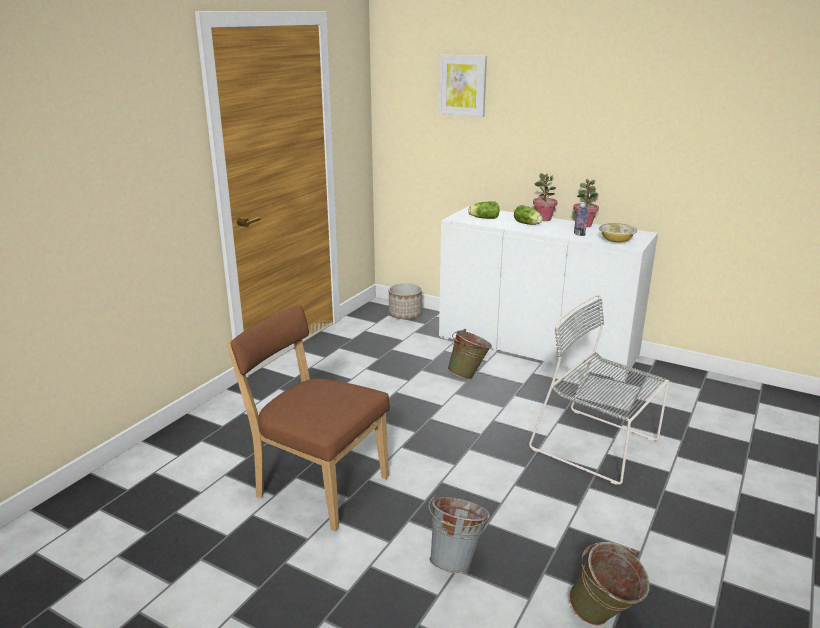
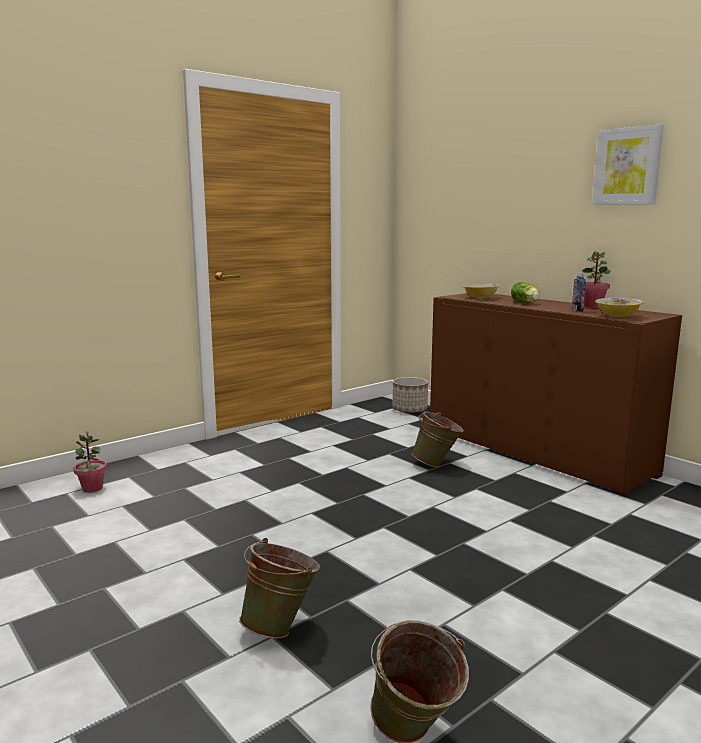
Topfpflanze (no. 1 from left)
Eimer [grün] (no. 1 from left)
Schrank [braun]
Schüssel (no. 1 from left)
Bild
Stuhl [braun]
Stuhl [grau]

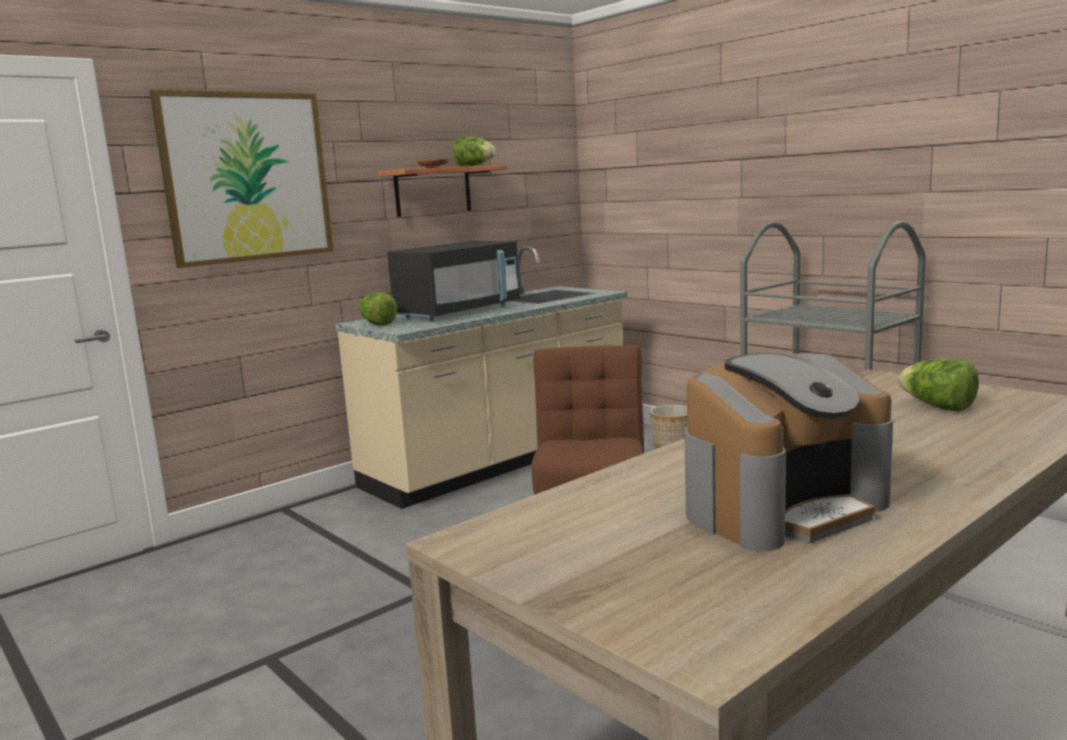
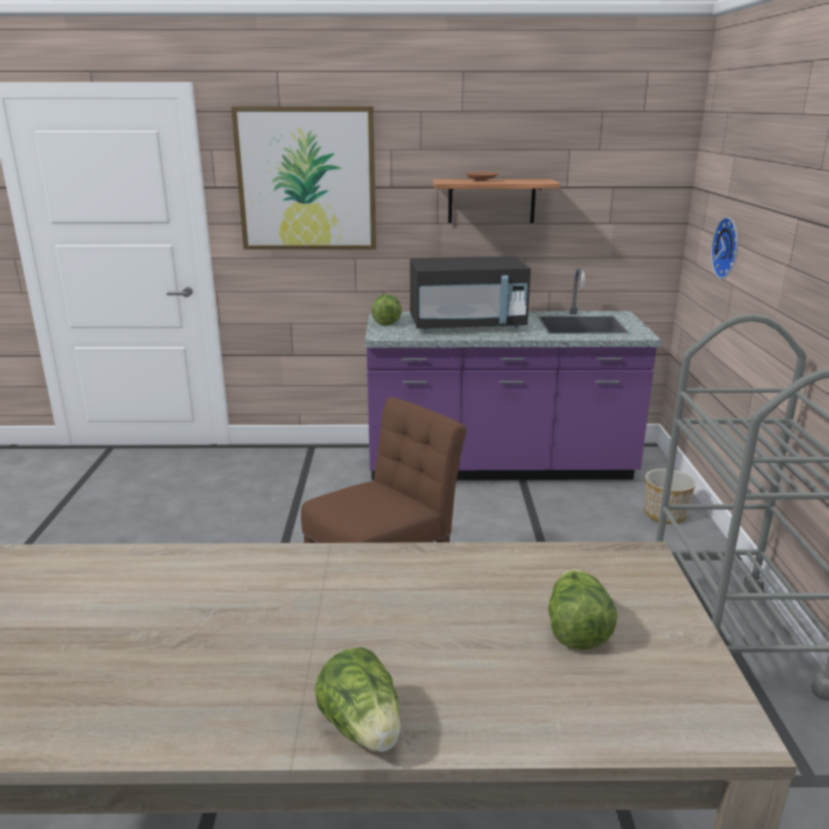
Salatkopf (no. 1 from left)
Küchenzeile [lila]
Wanduhr
Kaffeemaschine

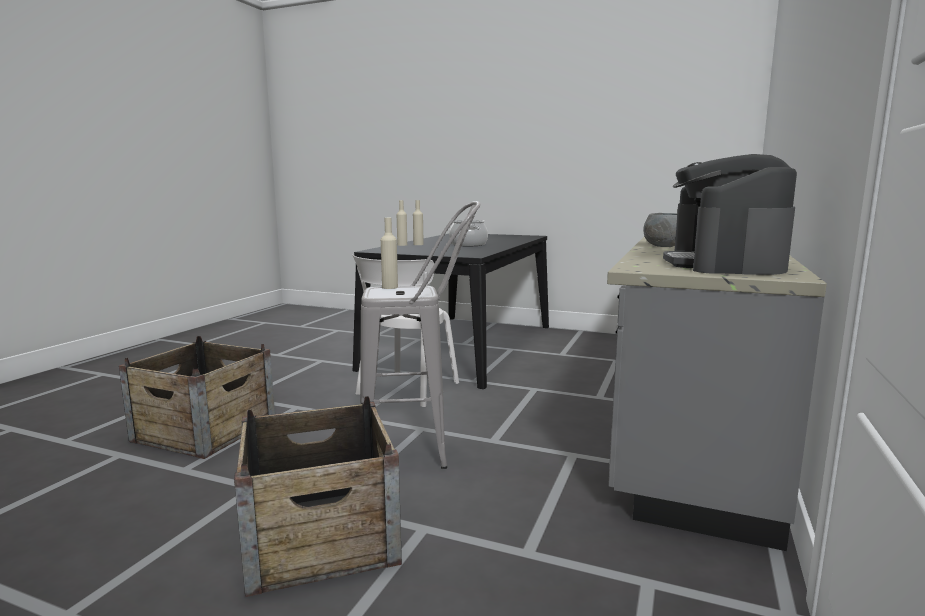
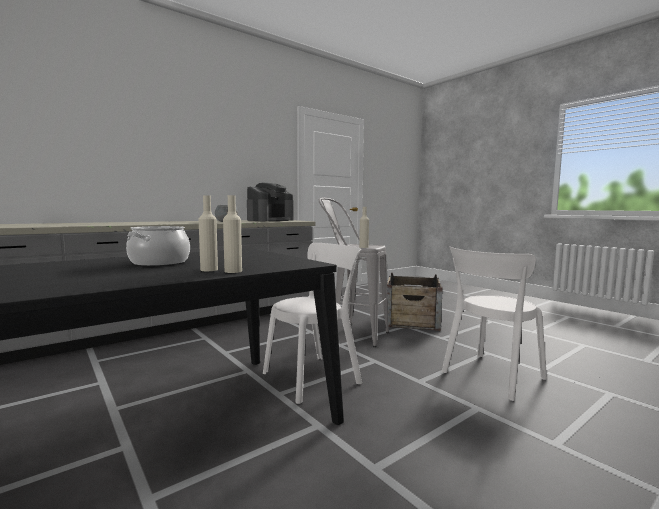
Stuhl [weiß] (no. 2 from left)

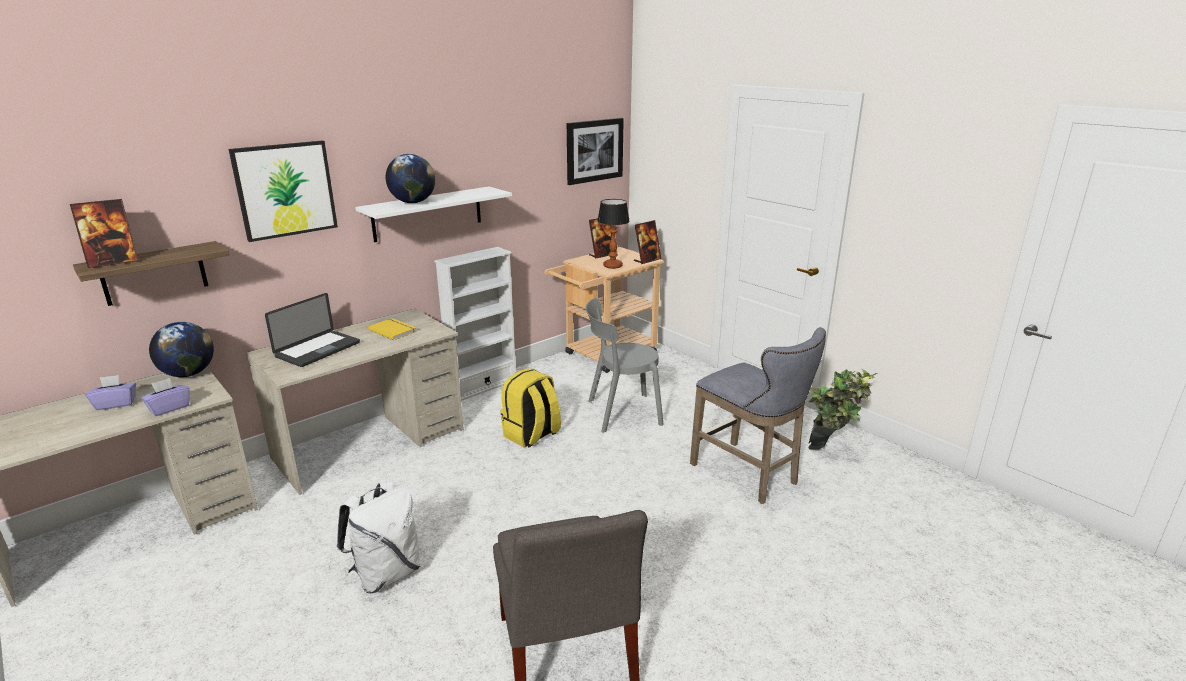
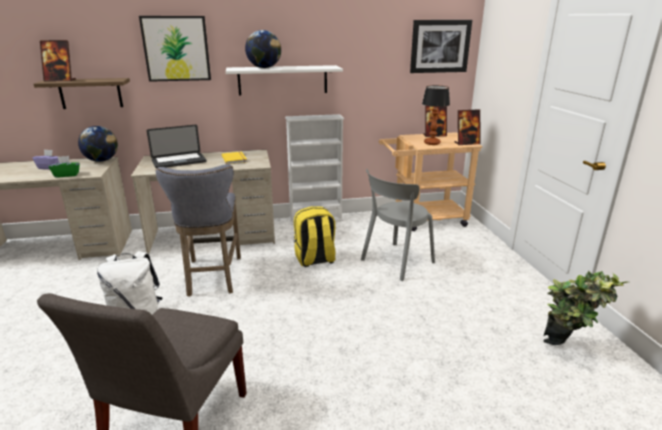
Taschentuchbox [grün]
Hocker [grau]
Stuhl [grau] (no. 2 from left)

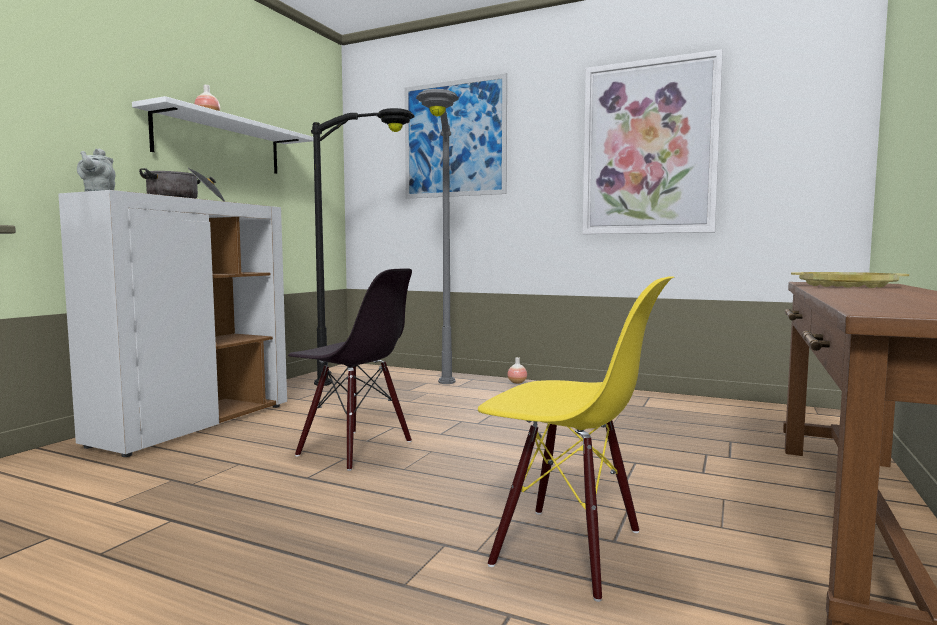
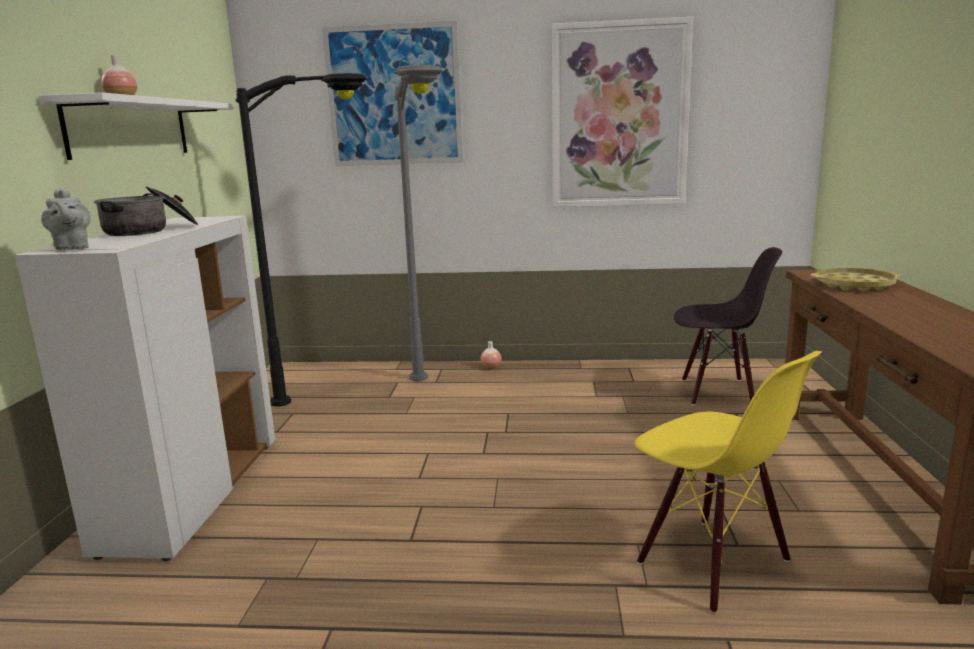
Stuhl [gelb]
Stuhl [schwarz]

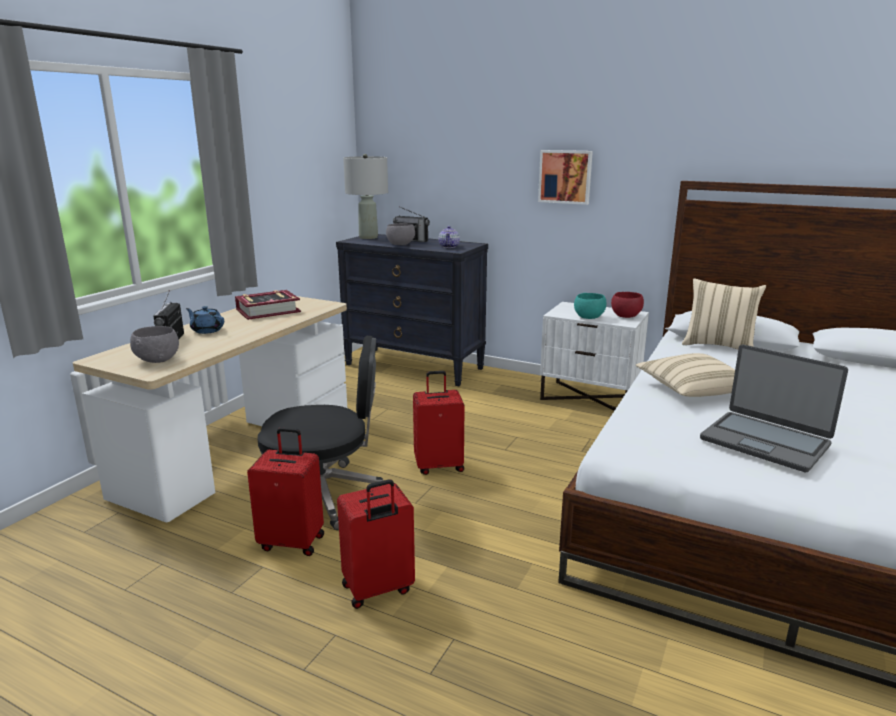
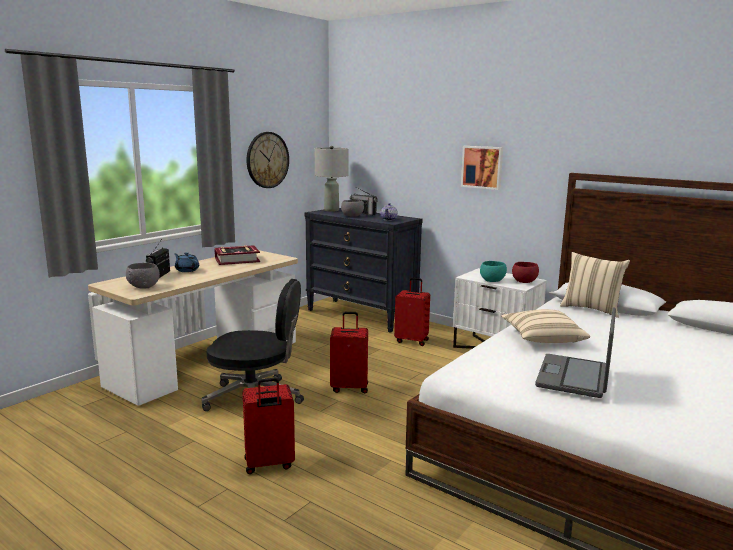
Wanduhr
Koffer [rot] (no. 3 from left)
Laptop

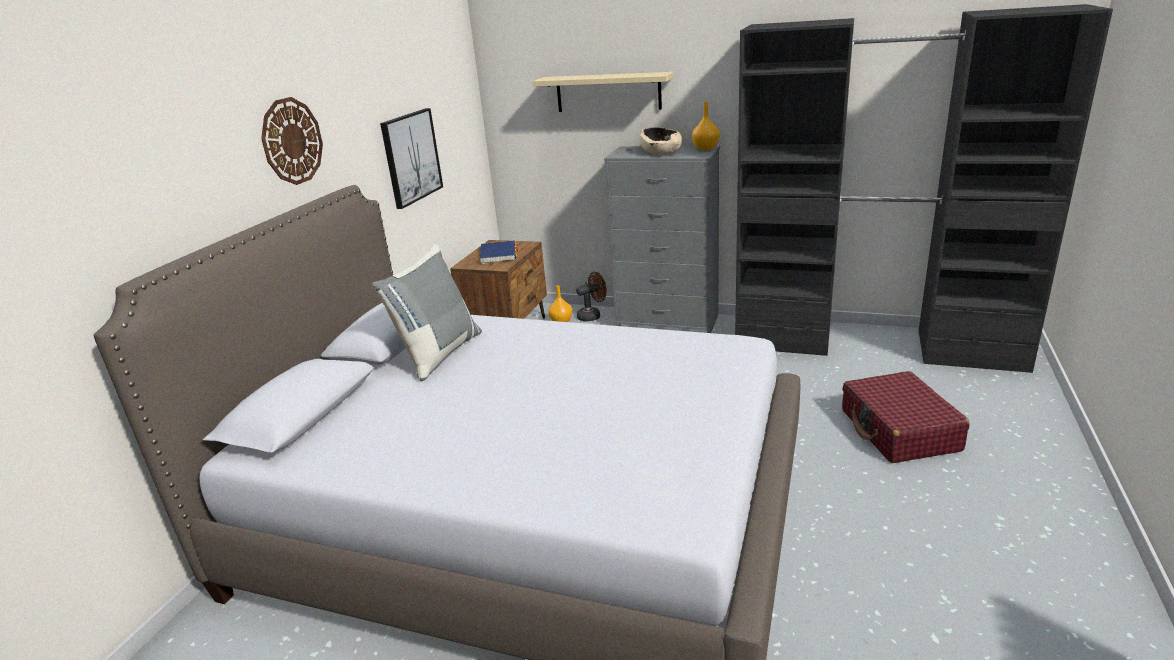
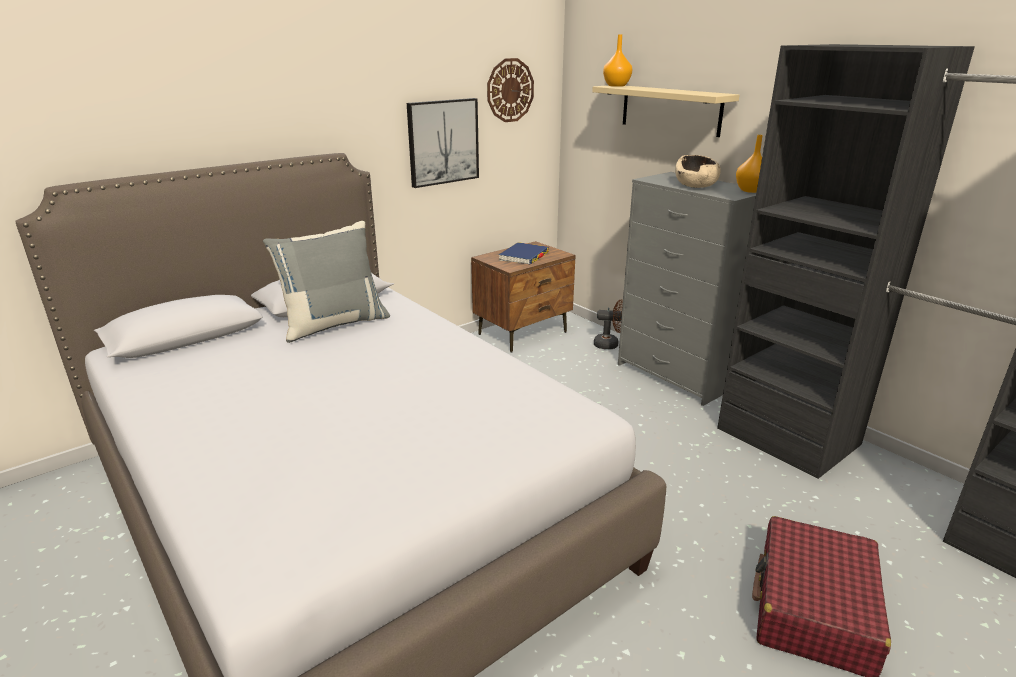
Wanduhr
Vase [orange] (no. 1 from left)

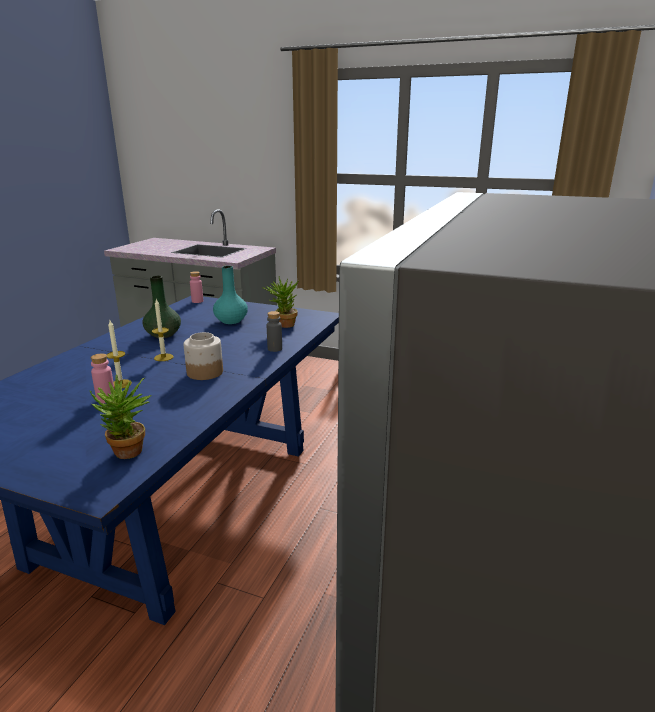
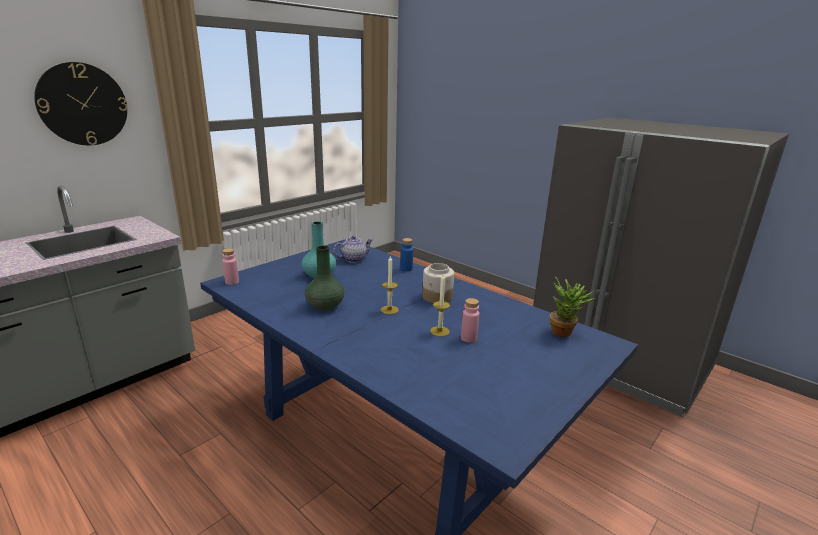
Wanduhr
Teekanne
Flasche [blau]

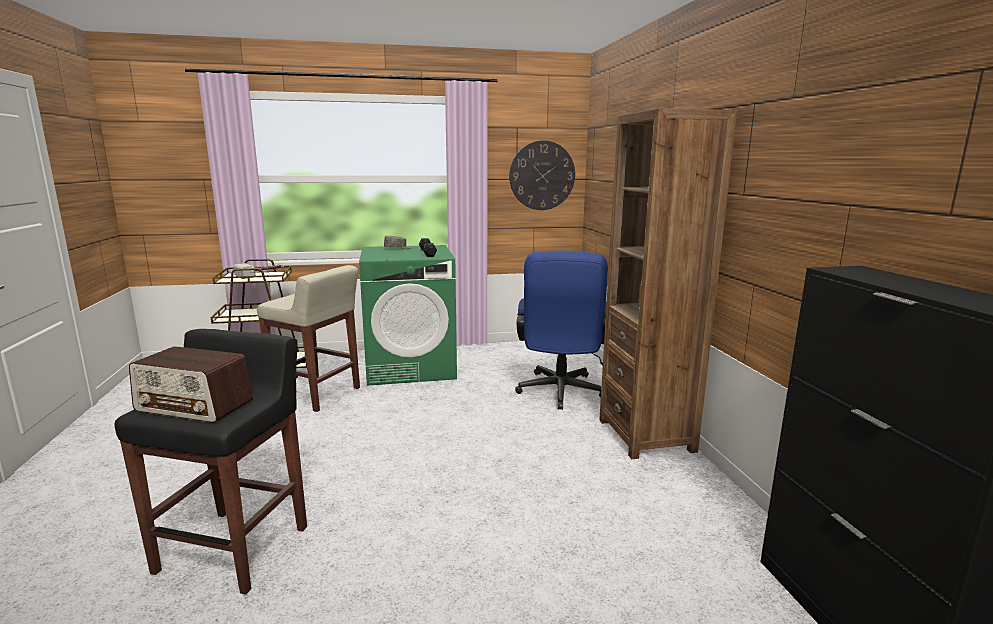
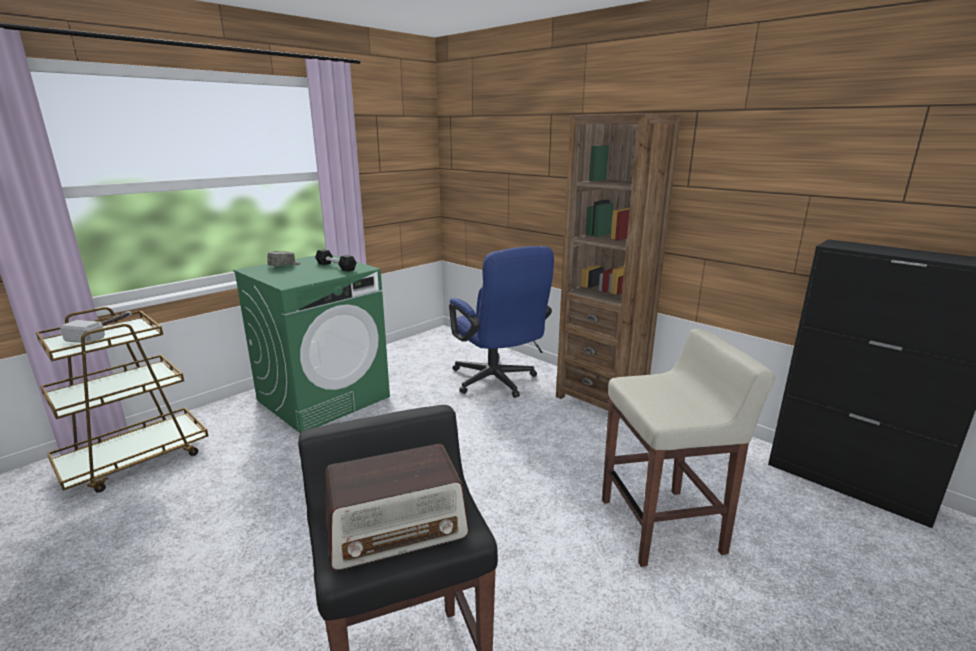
Hocker [beige]
Wanduhr

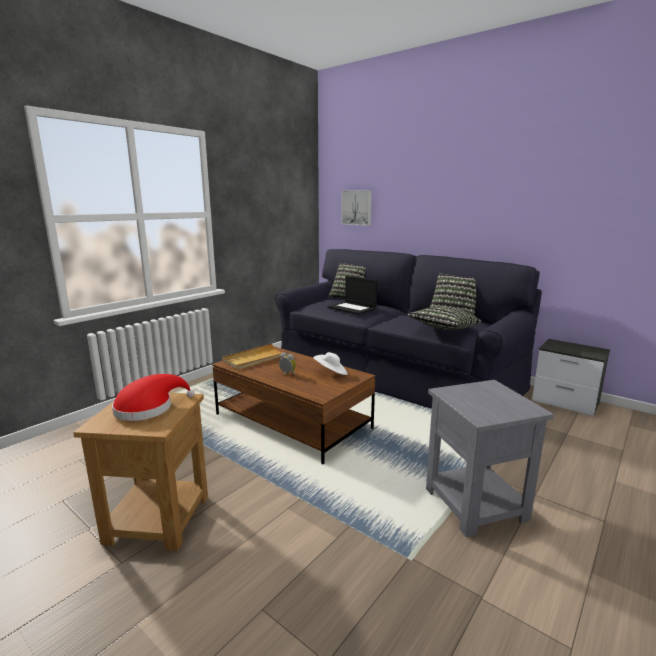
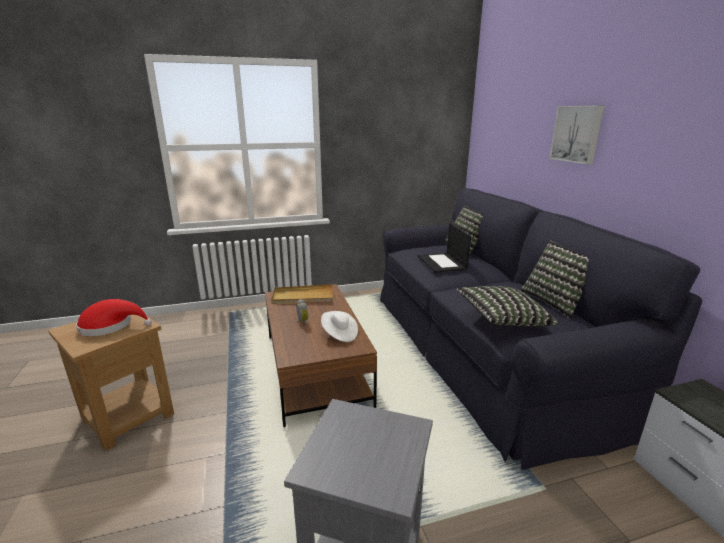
Bild

